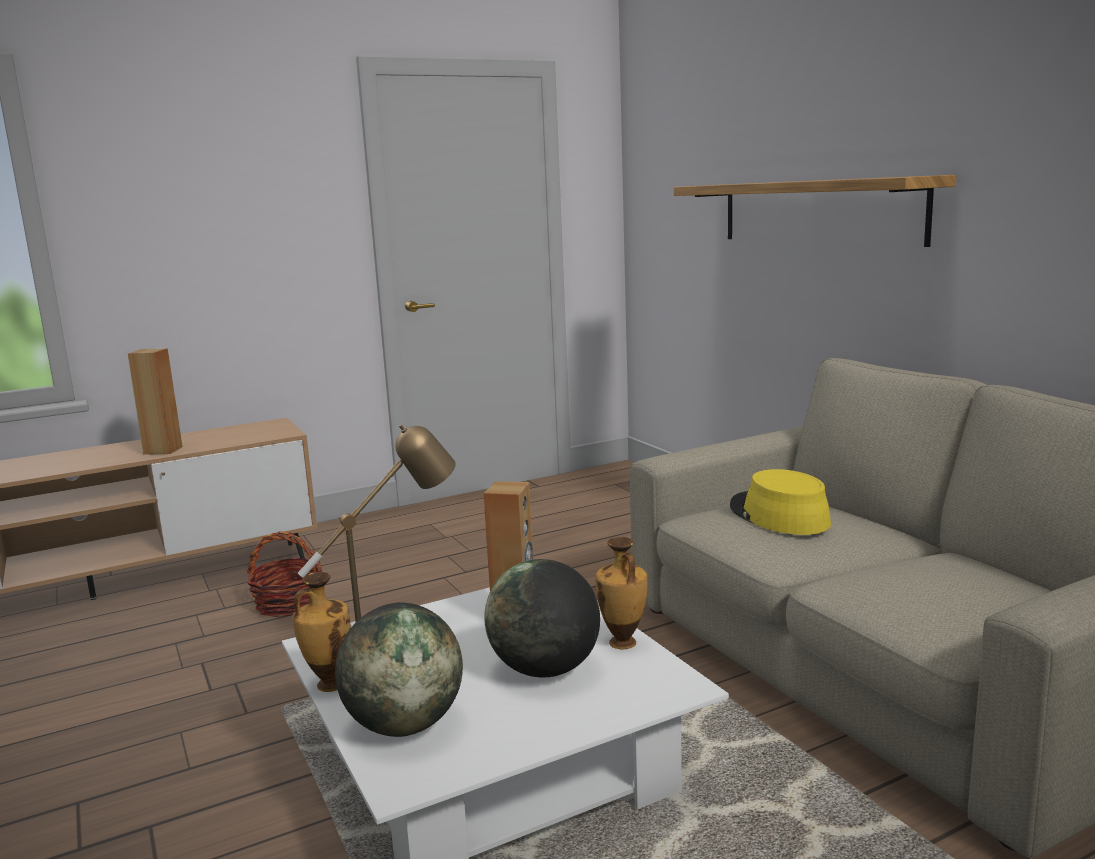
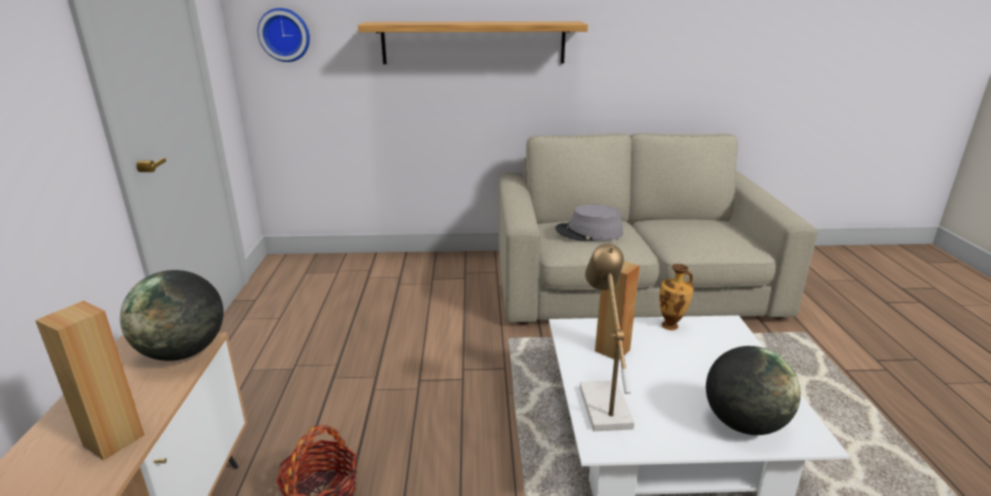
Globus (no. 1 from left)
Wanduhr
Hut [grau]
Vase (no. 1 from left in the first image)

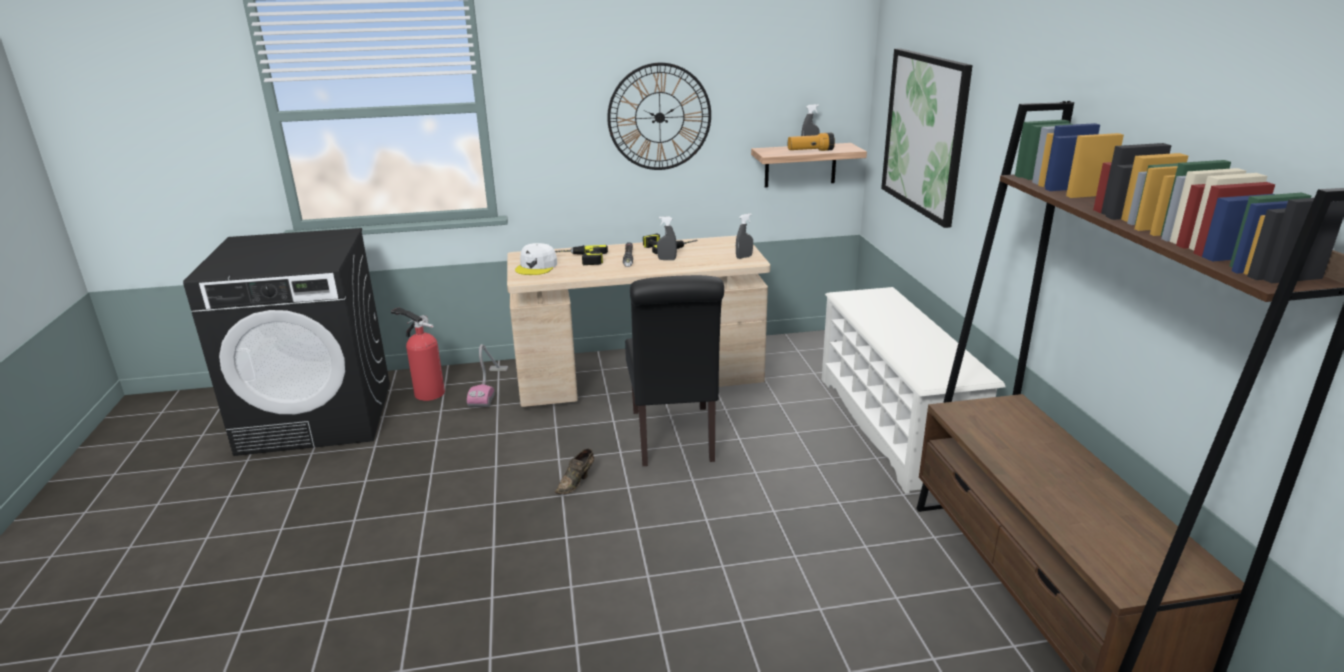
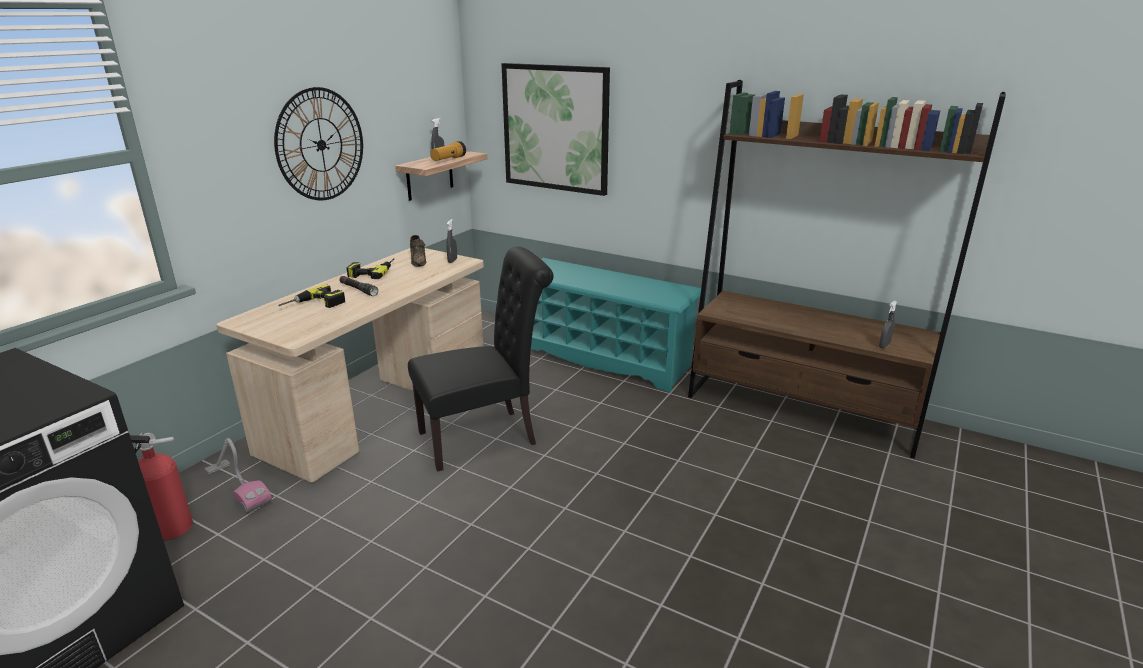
Stuhl [schwarz]
Schuh [braun]
Schuhregal [türkis]
Sprühflasche [grau] (no. 3 from left)
Kappe [weiß]

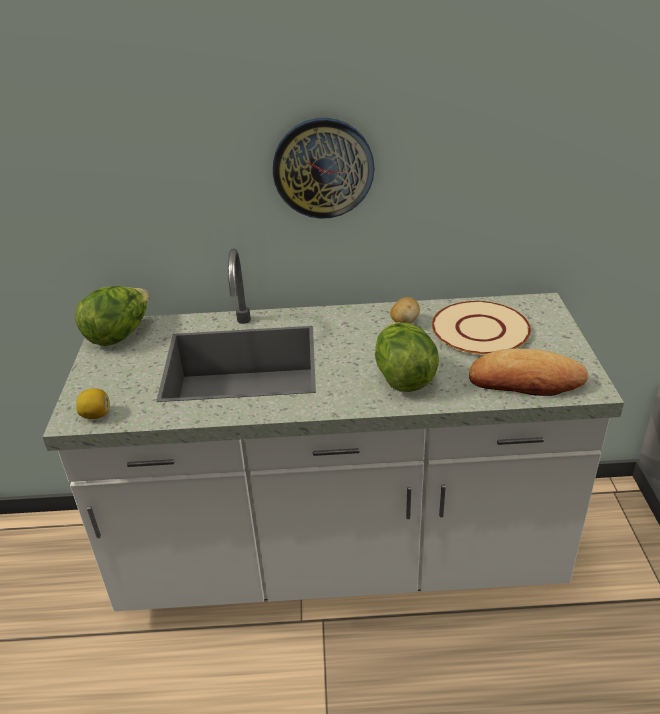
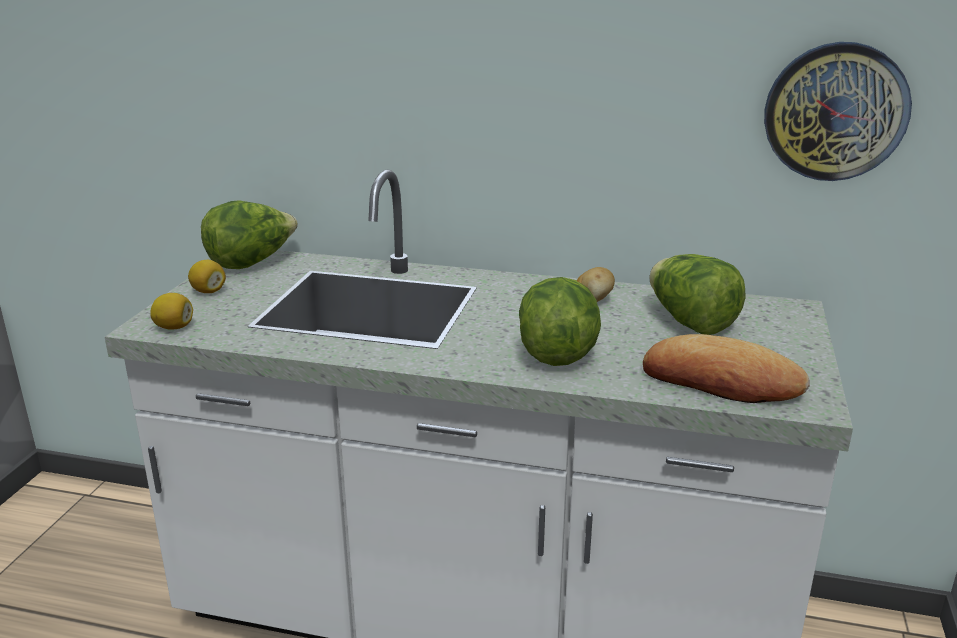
Zitrone (no. 2 from left)
Salatkopf (no. 3 from left)
Wanduhr

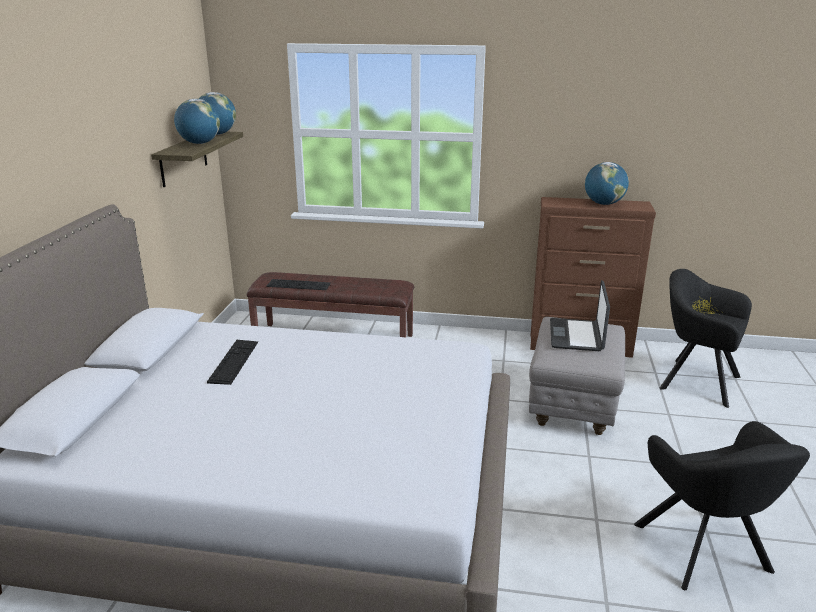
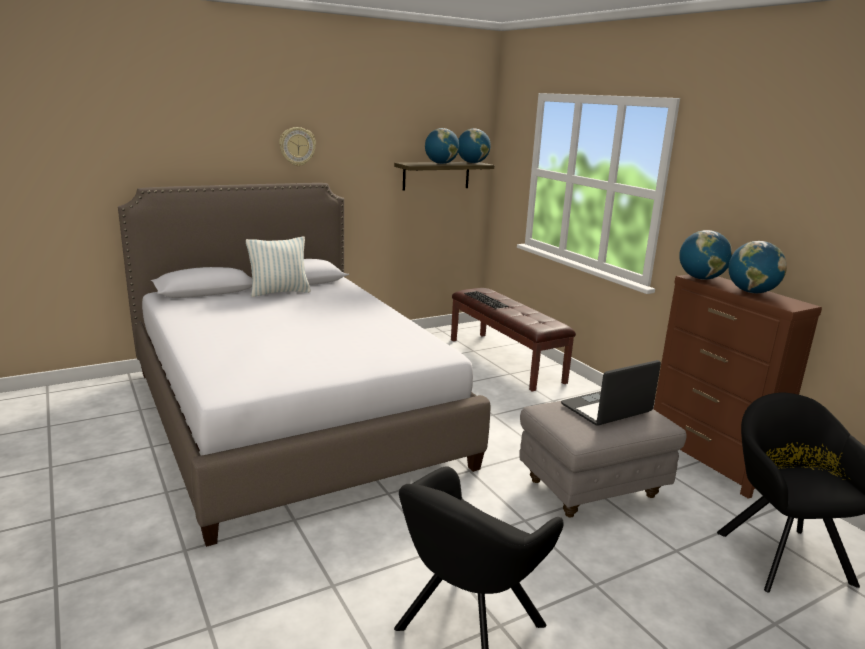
Kissen
Wanduhr
Globus (no. 3 from left)
Tastatur (no. 1 from left in the first image)

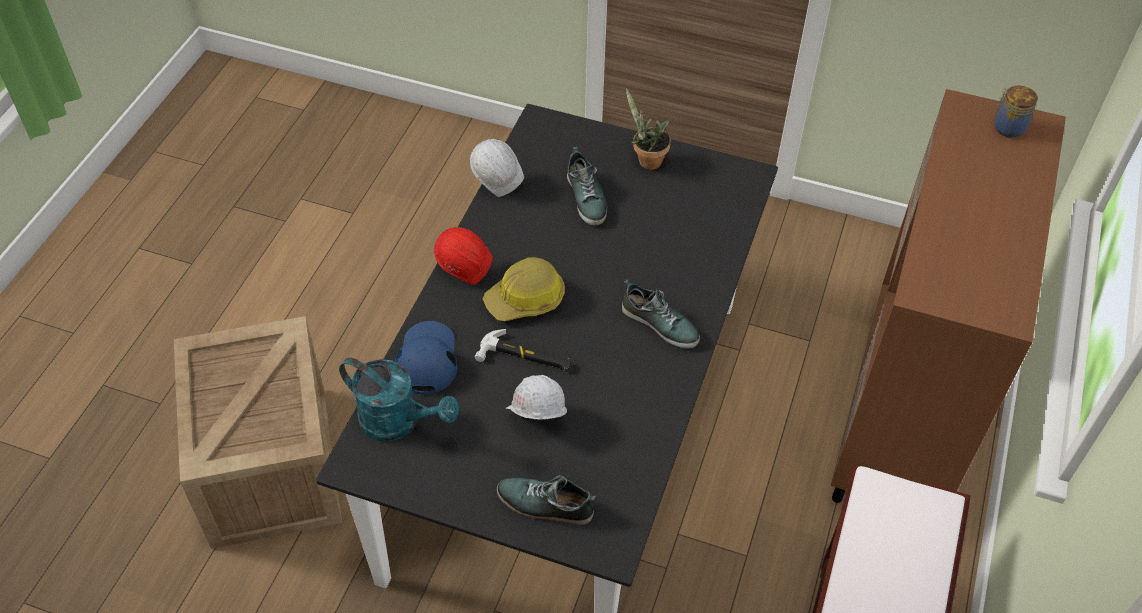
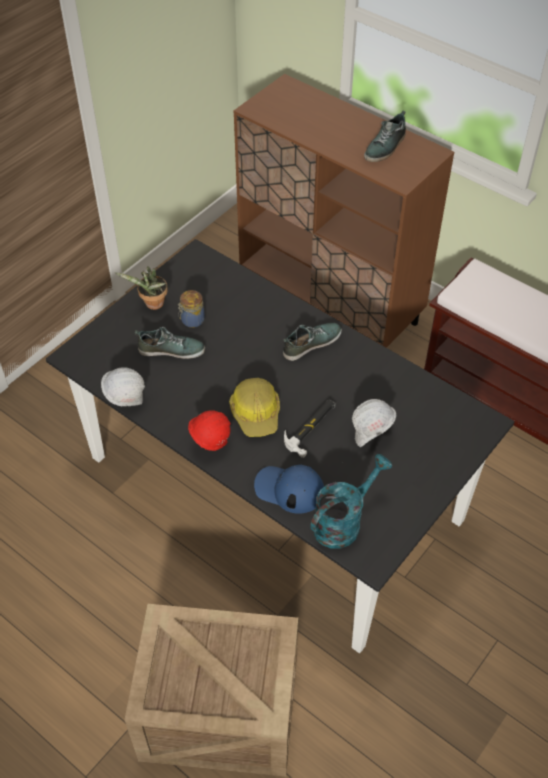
Vorratsglas
Schuh (no. 3 from left)

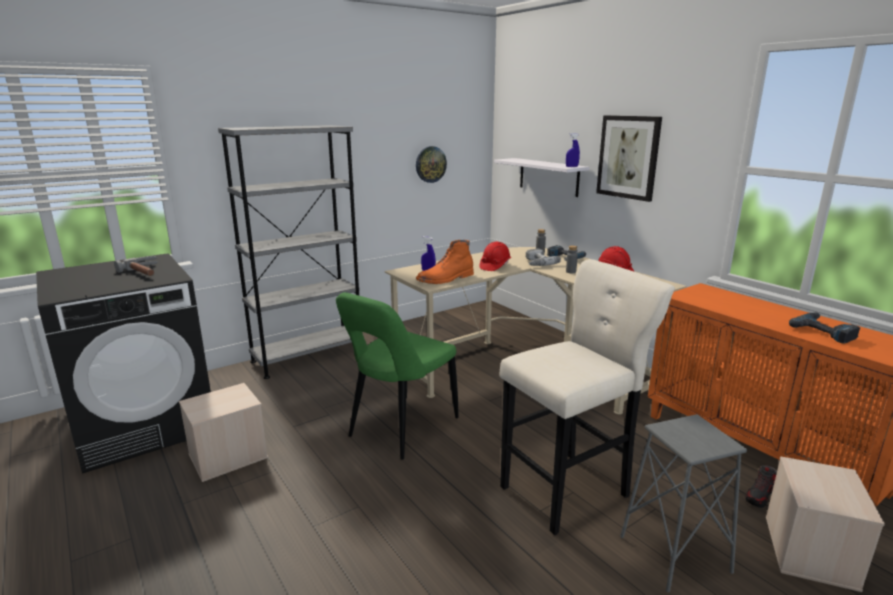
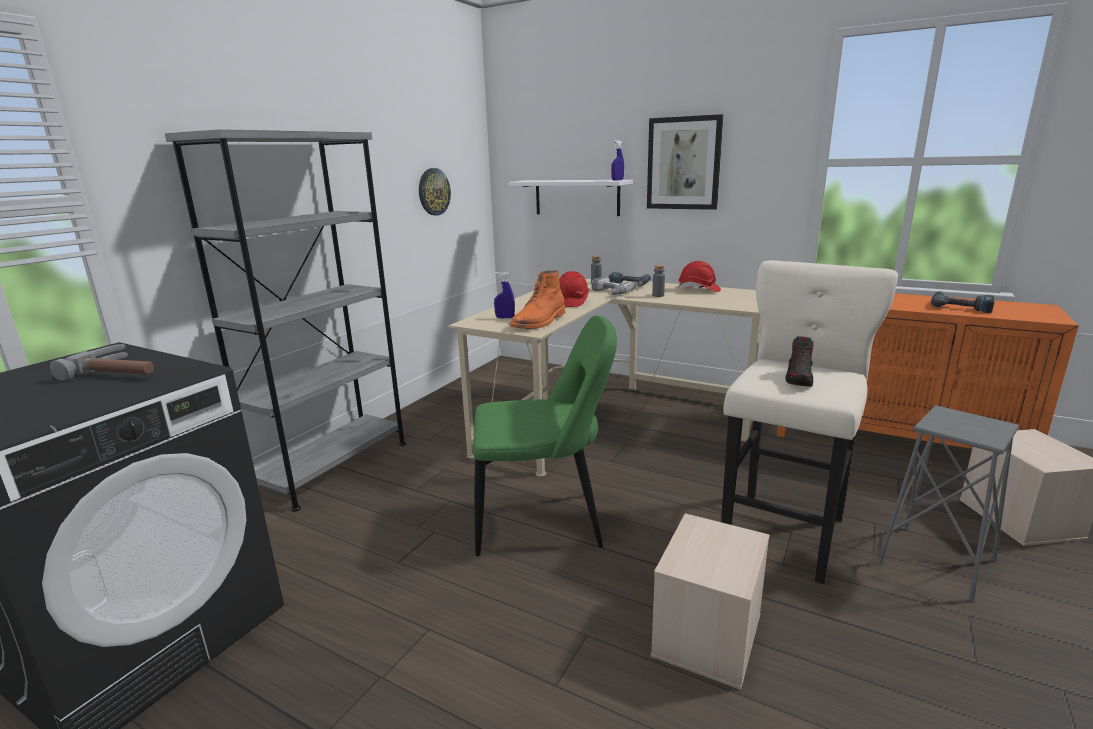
Stuhl [grün]
Aufbewahrungsbox [beige] (no. 1 from left)
Schuh

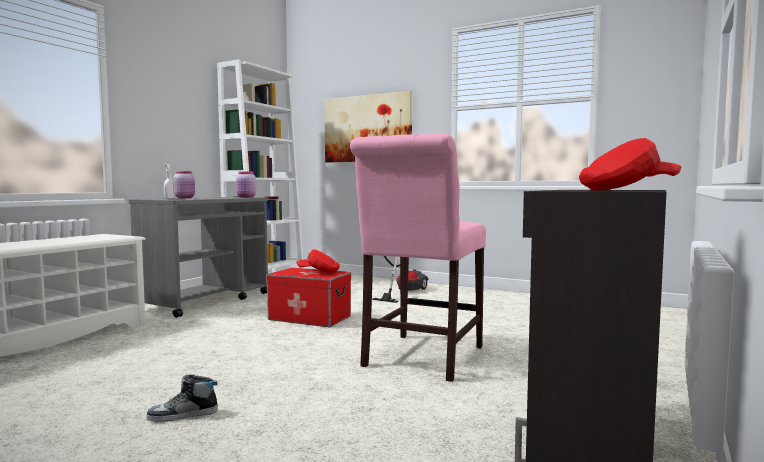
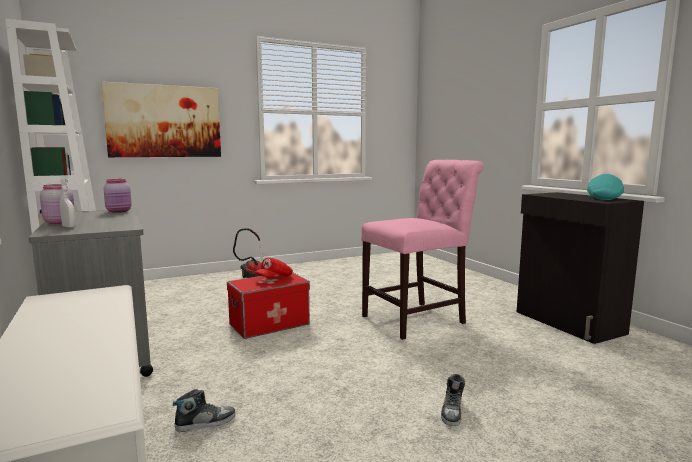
Schuh (no. 1 from left)
Stuhl [rosa]
Kappe [türkis]

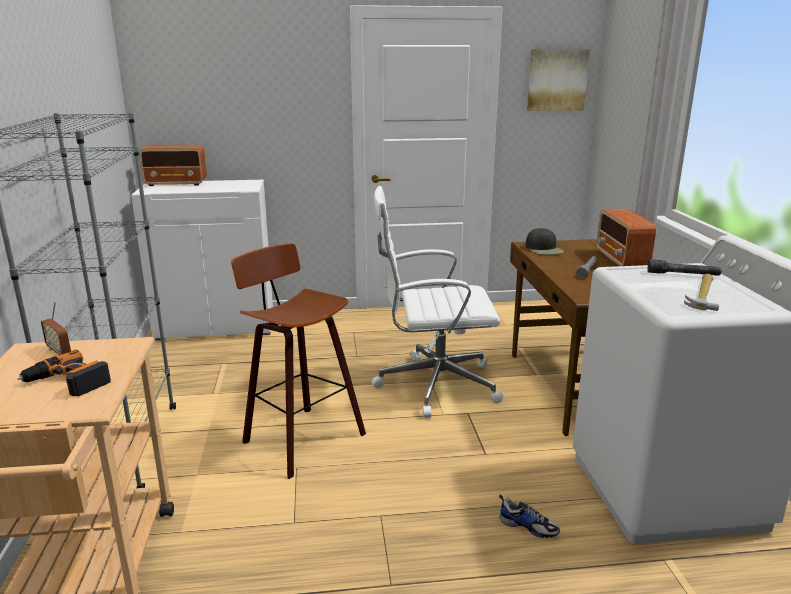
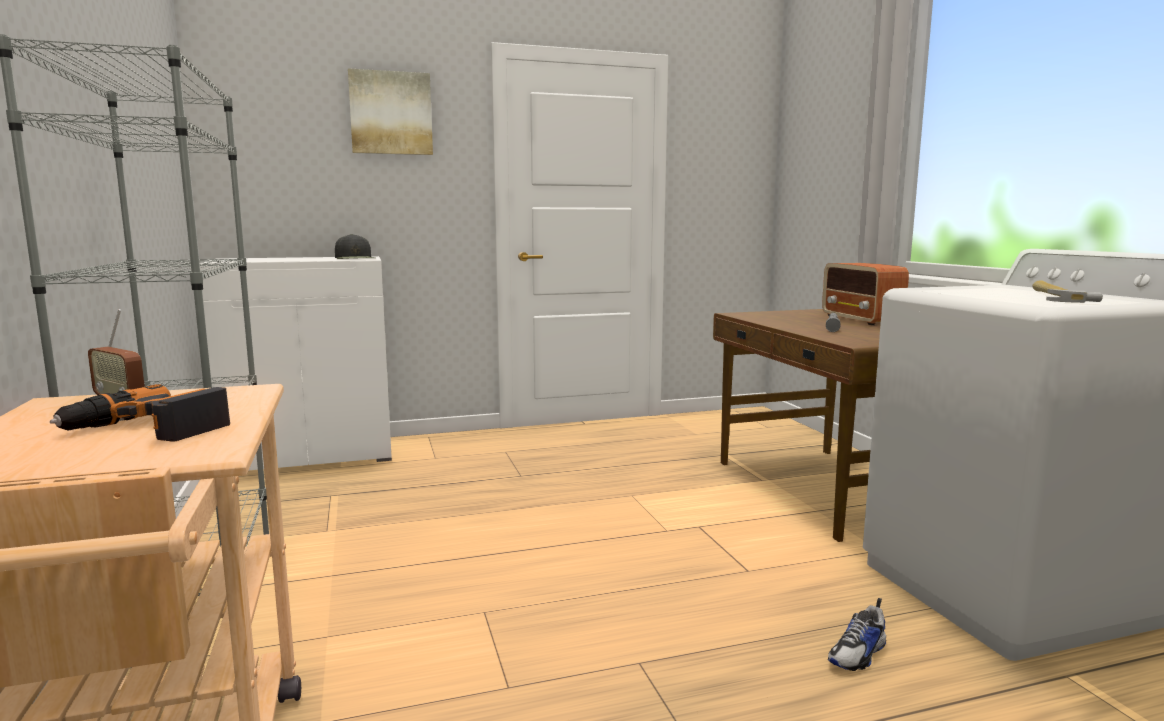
Kappe [schwarz]
Bild
Schuh
Radio (no. 2 from left in the first image)
Hocker
Bürostuhl [weiß]
Taschenlampe [grau] (no. 2 from left in the first image)

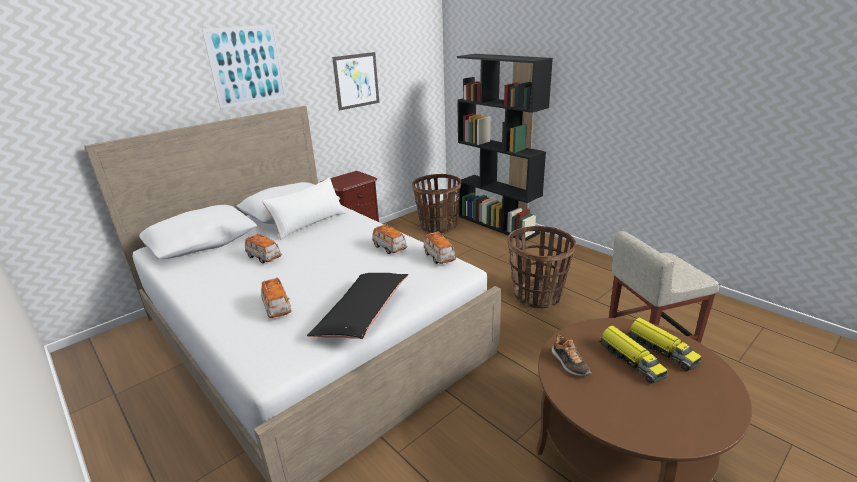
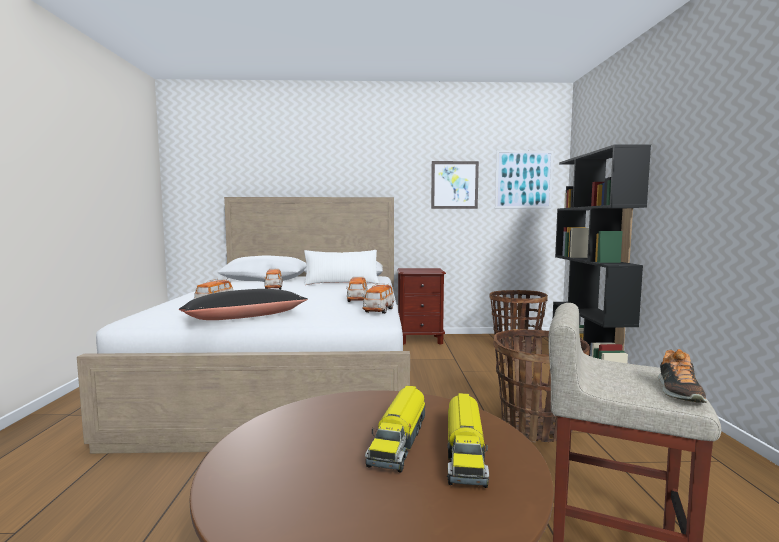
Bild (no. 2 from left)
Schuh

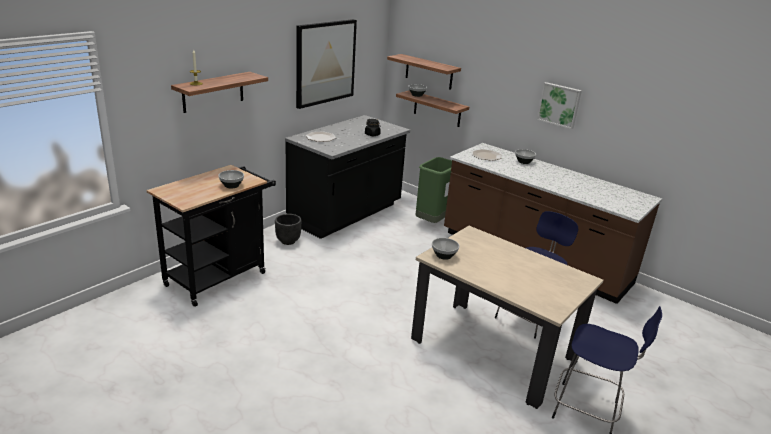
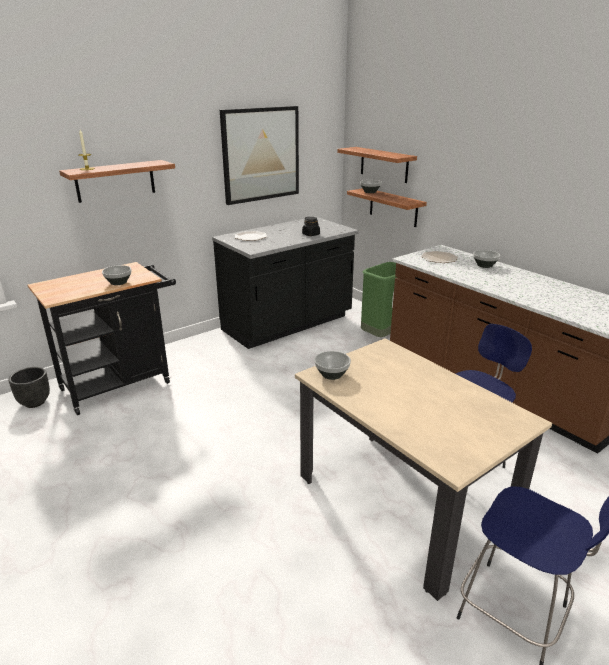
Pflanzkübel [schwarz]
Bild (no. 2 from left in the first image)

